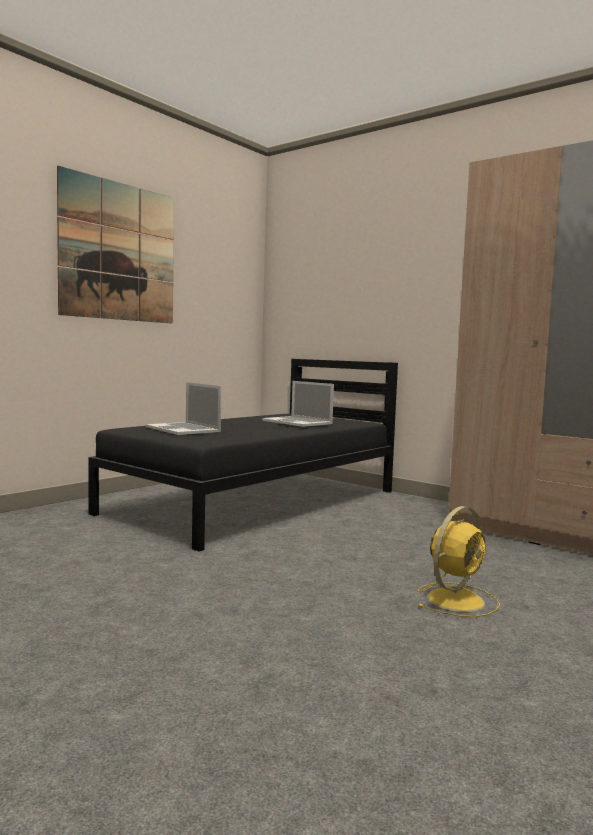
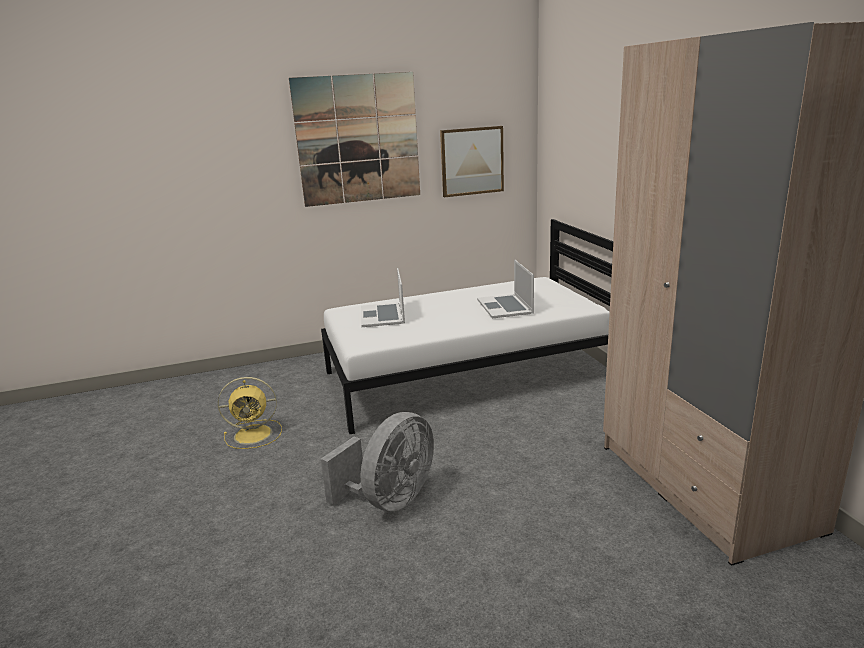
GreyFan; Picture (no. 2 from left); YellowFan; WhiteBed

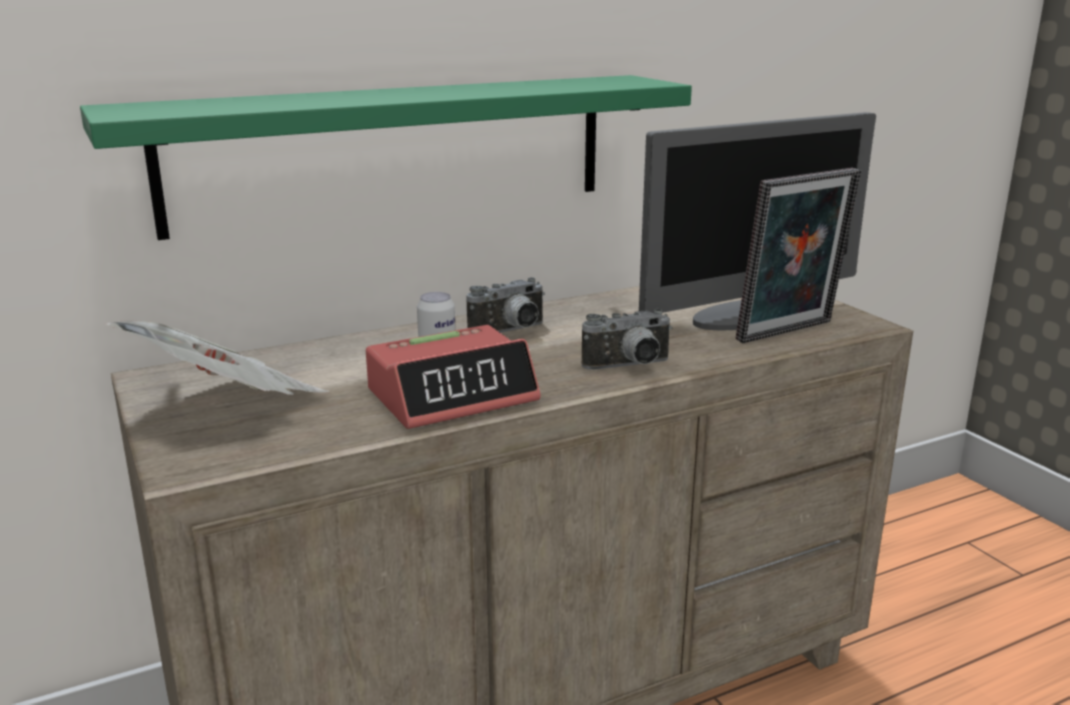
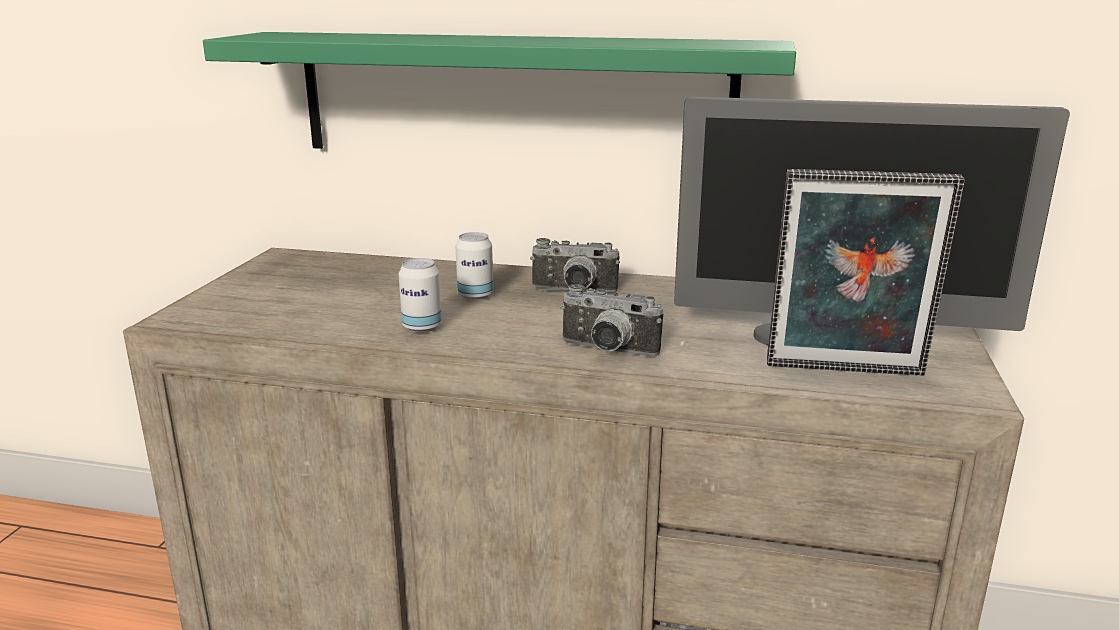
Newspaper; Can (no. 1 from left)

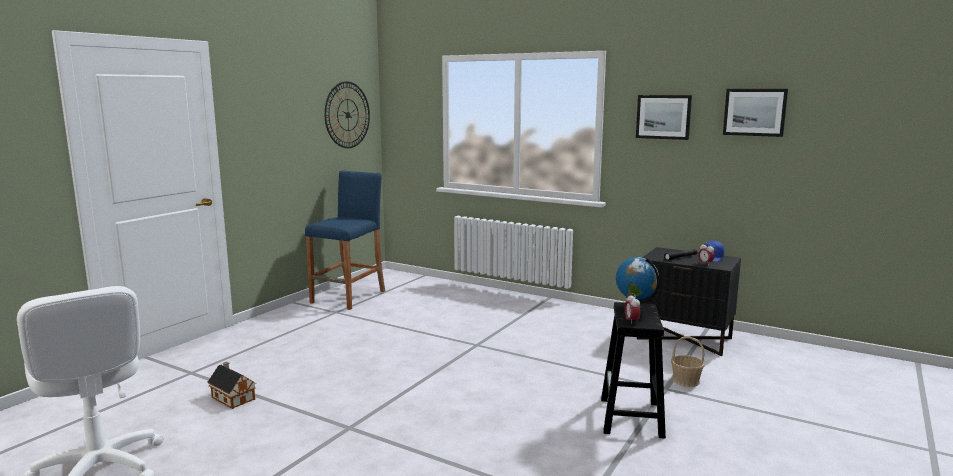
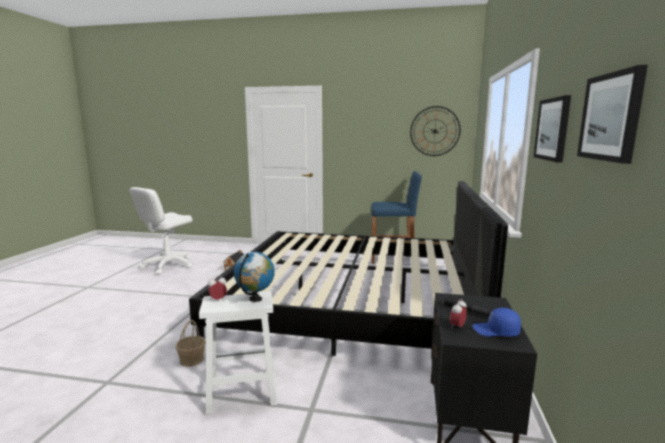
Bed; Basket; WhiteStool

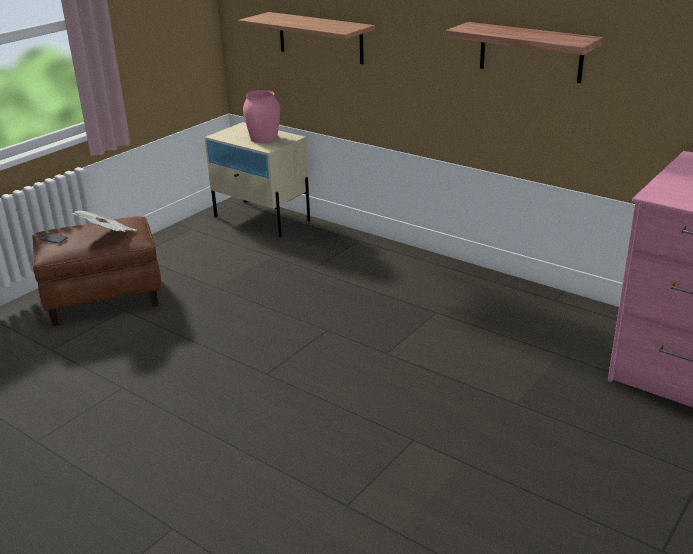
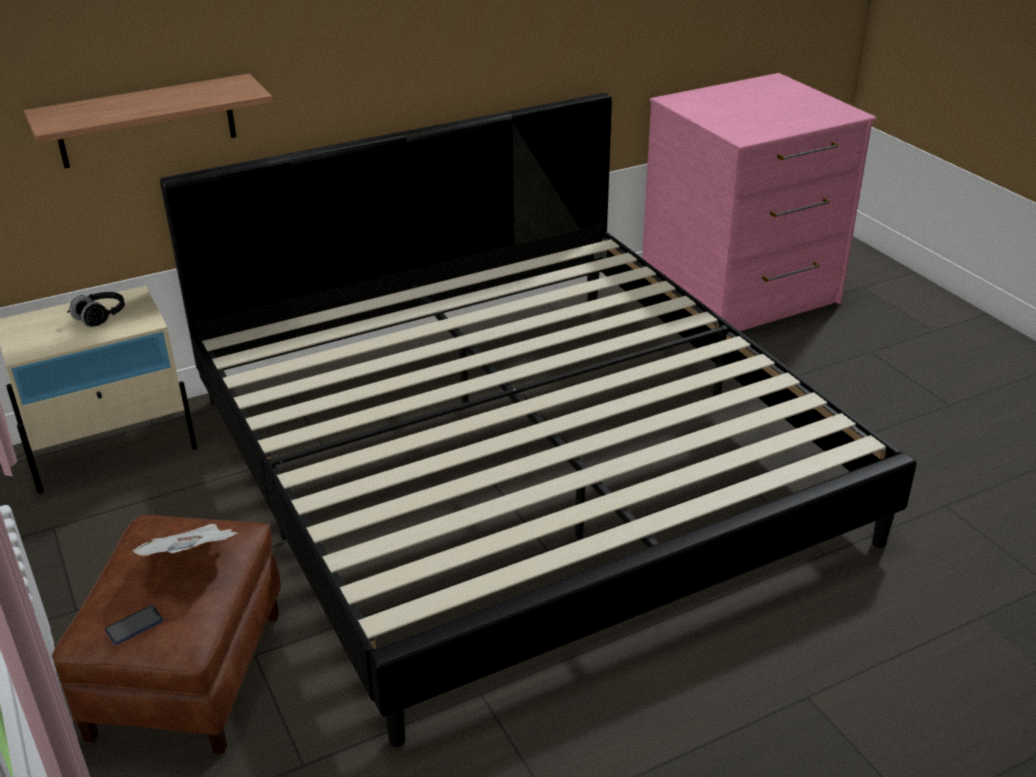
Shelf (no. 2 from left in the first image); Bed; BlackHeadphones

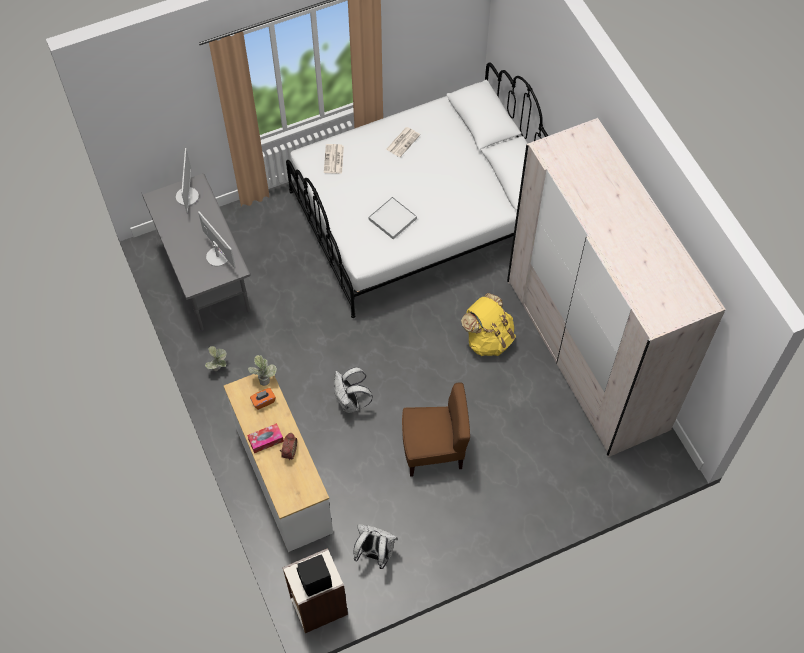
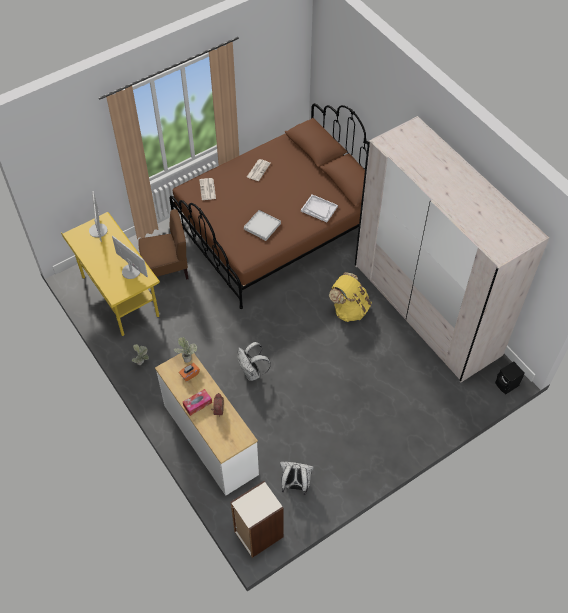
WhiteTray (no. 2 from left); BlackSpeaker; BrownChair; YellowDesk; BrownBed

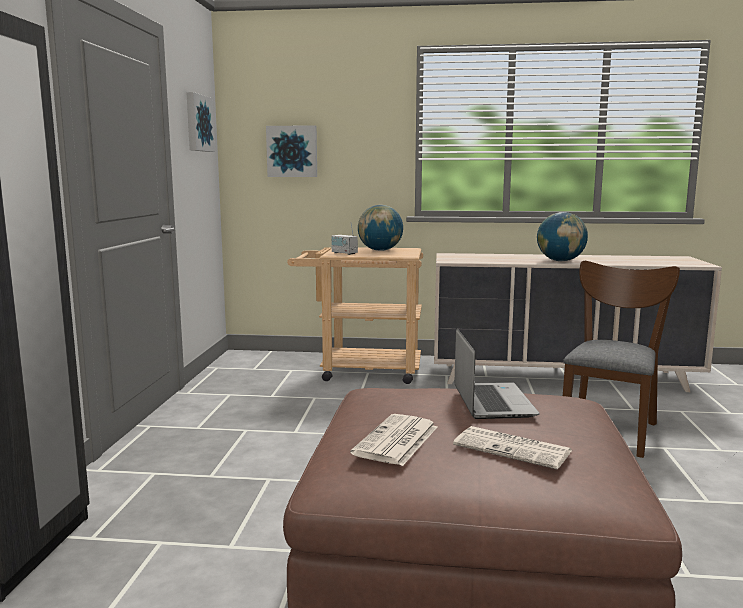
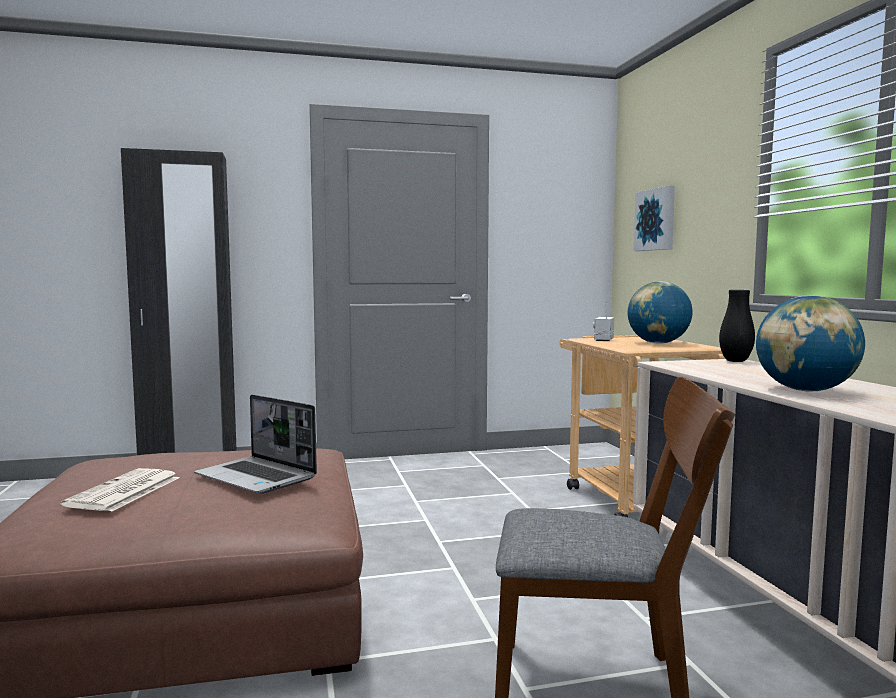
Picture (no. 1 from left in the first image); Newspaper (no. 1 from left in the first image); BlackVase; Laptop

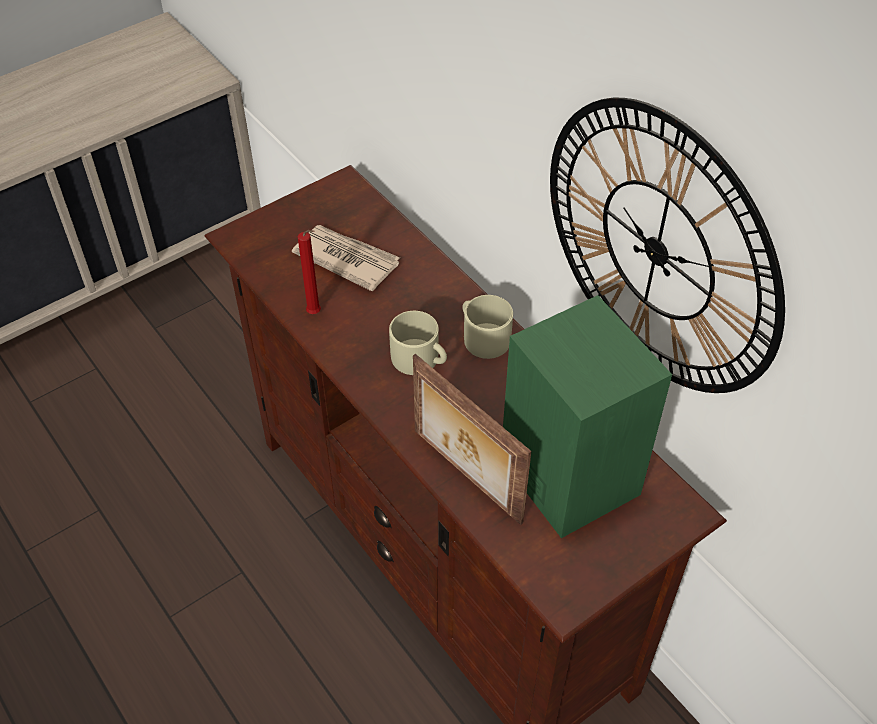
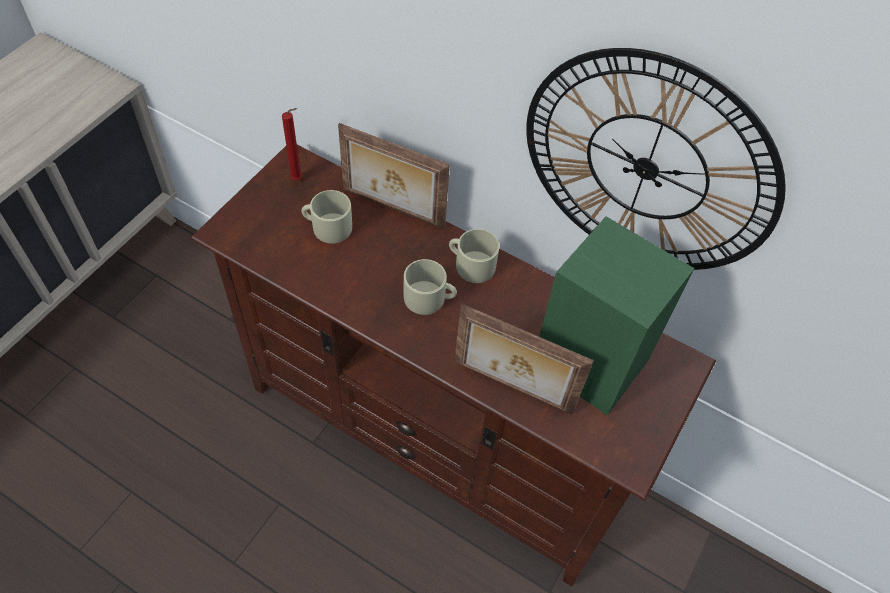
PictureFrame (no. 1 from left); RedCandle; BeigeMug (no. 1 from left)

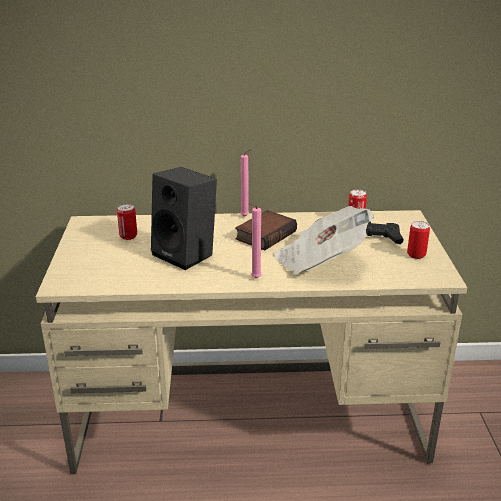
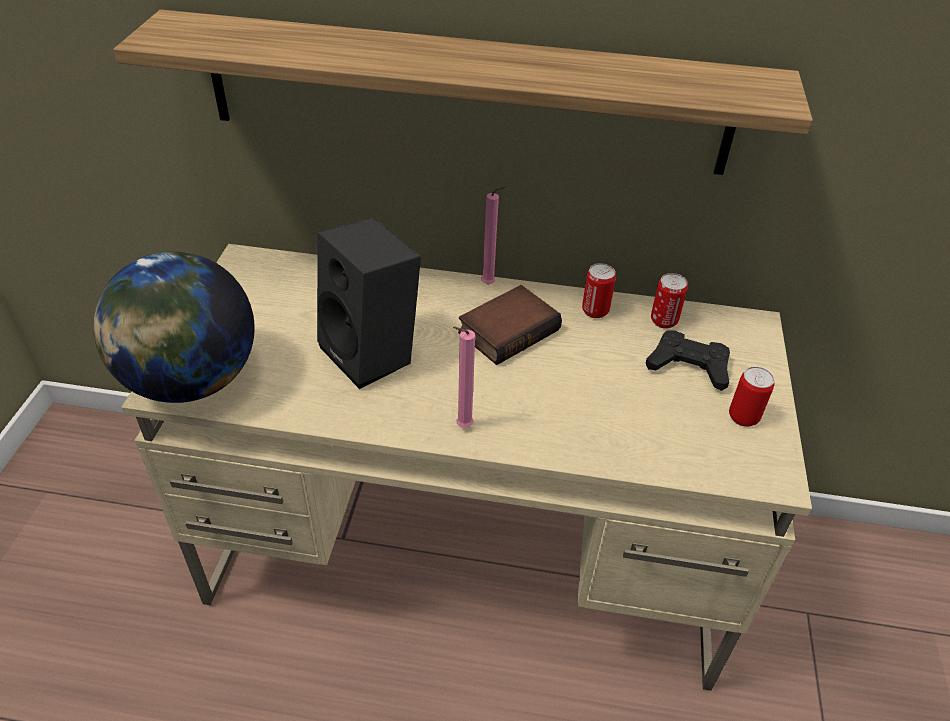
Newspaper; Globe; Shelf; Can (no. 1 from left)

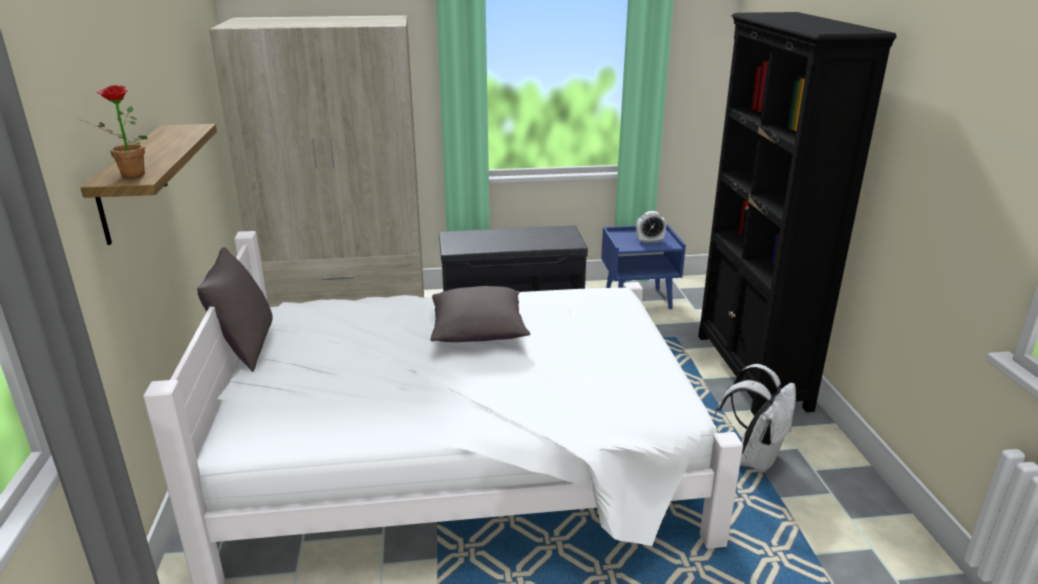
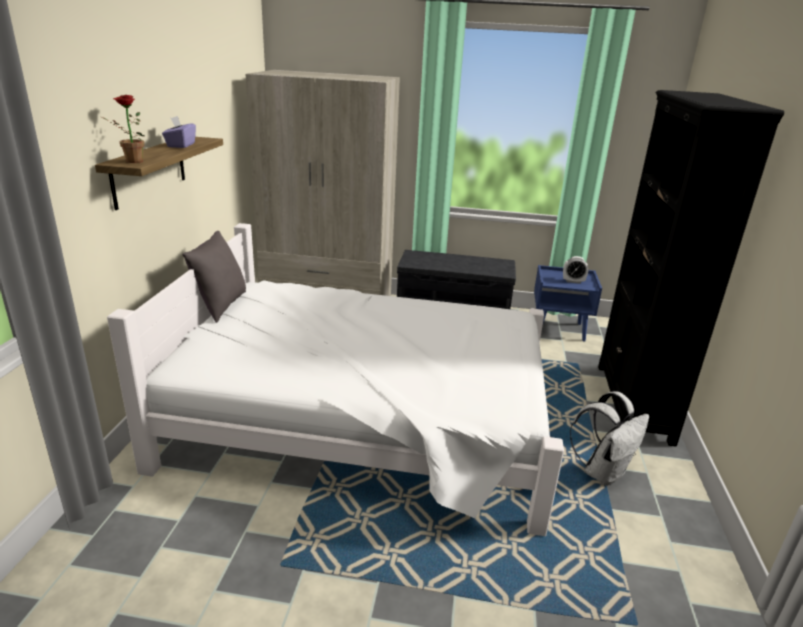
GreyPillow (no. 2 from left in the first image); PurpleTissueBox

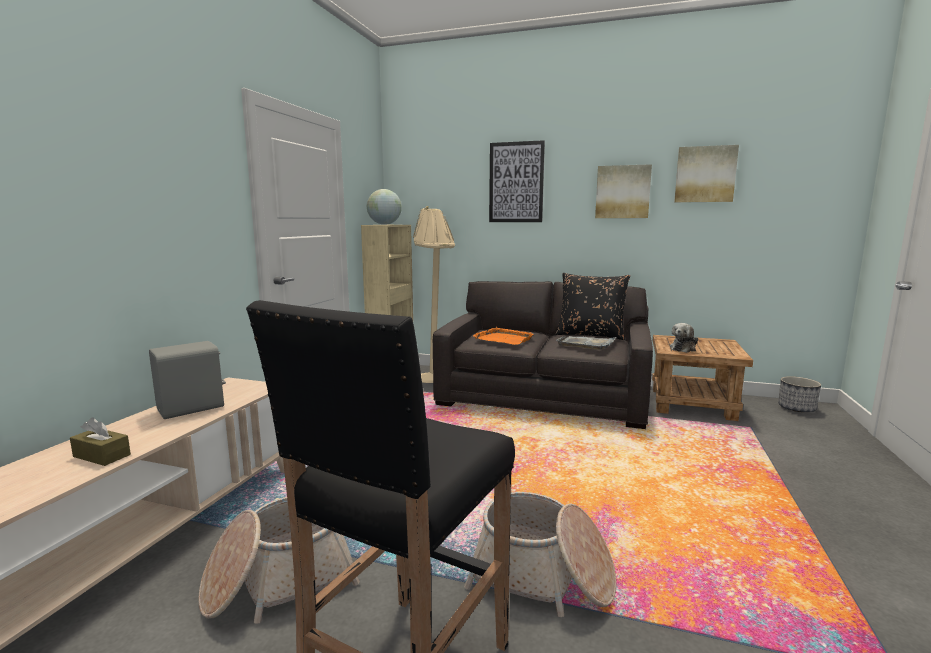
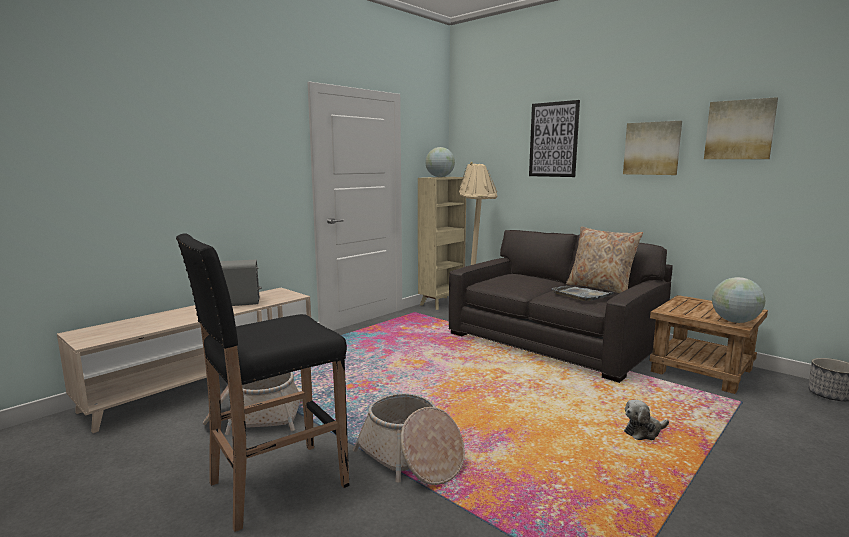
BrownTissueBox; OrangeTray; Globe (no. 2 from left); PlushToy; BeigePillow

